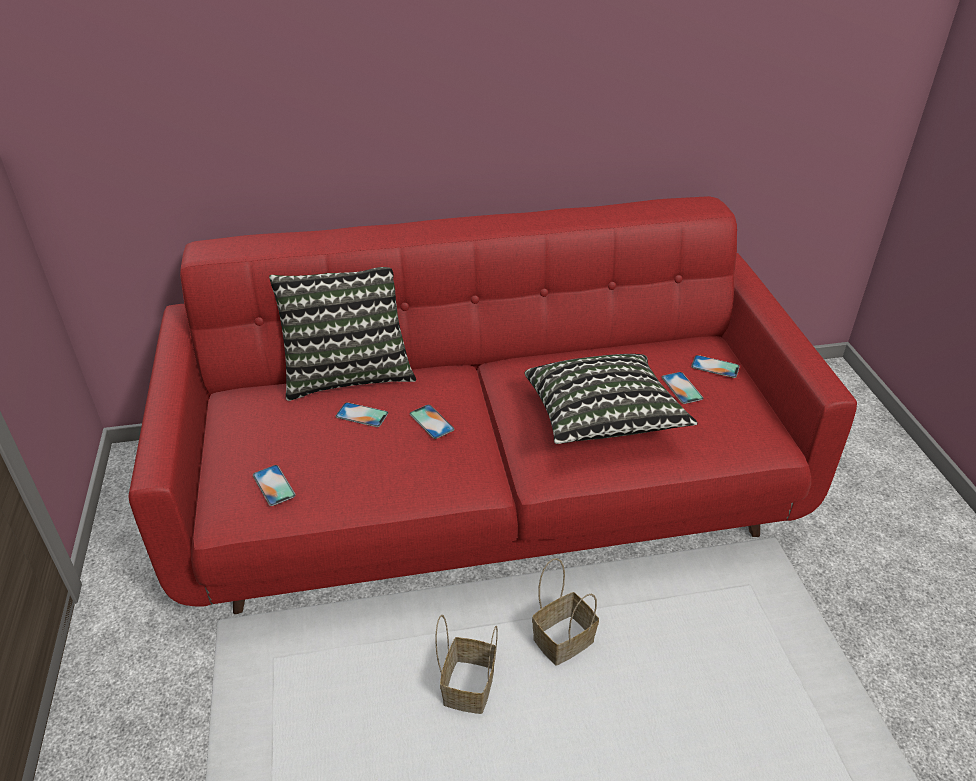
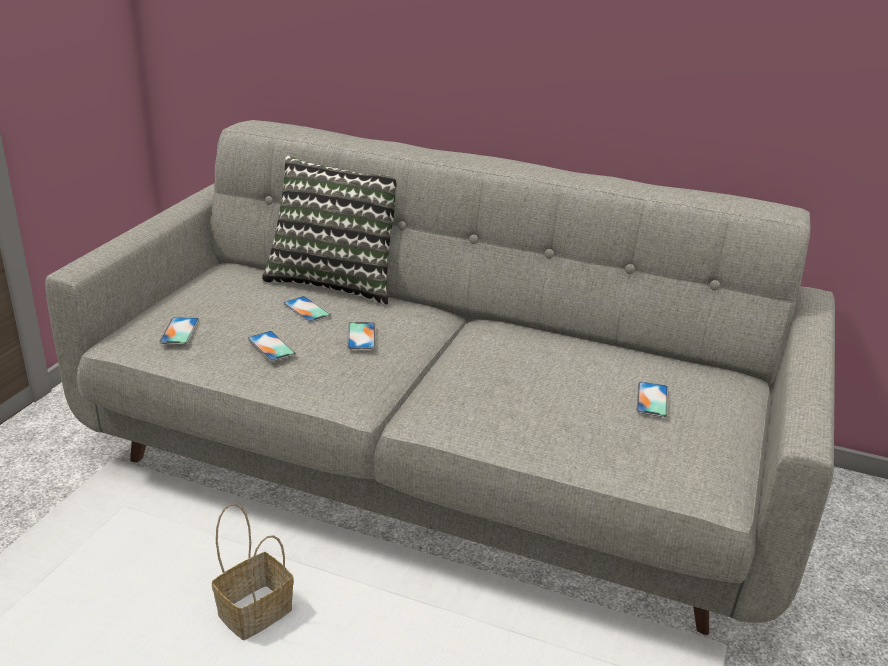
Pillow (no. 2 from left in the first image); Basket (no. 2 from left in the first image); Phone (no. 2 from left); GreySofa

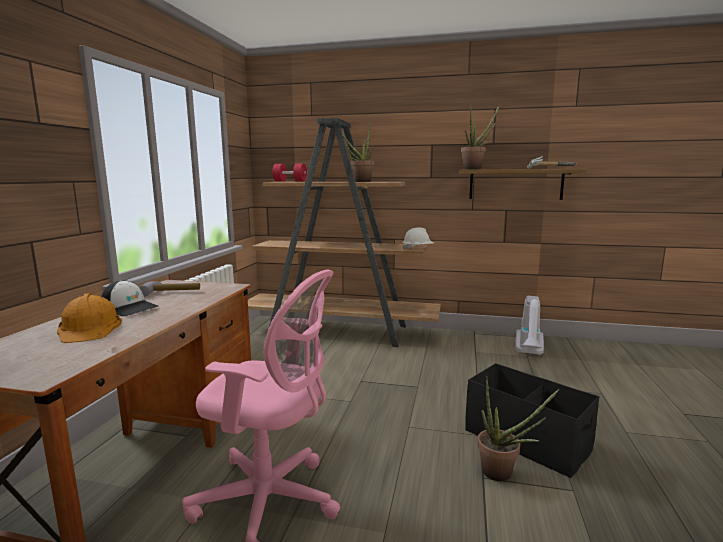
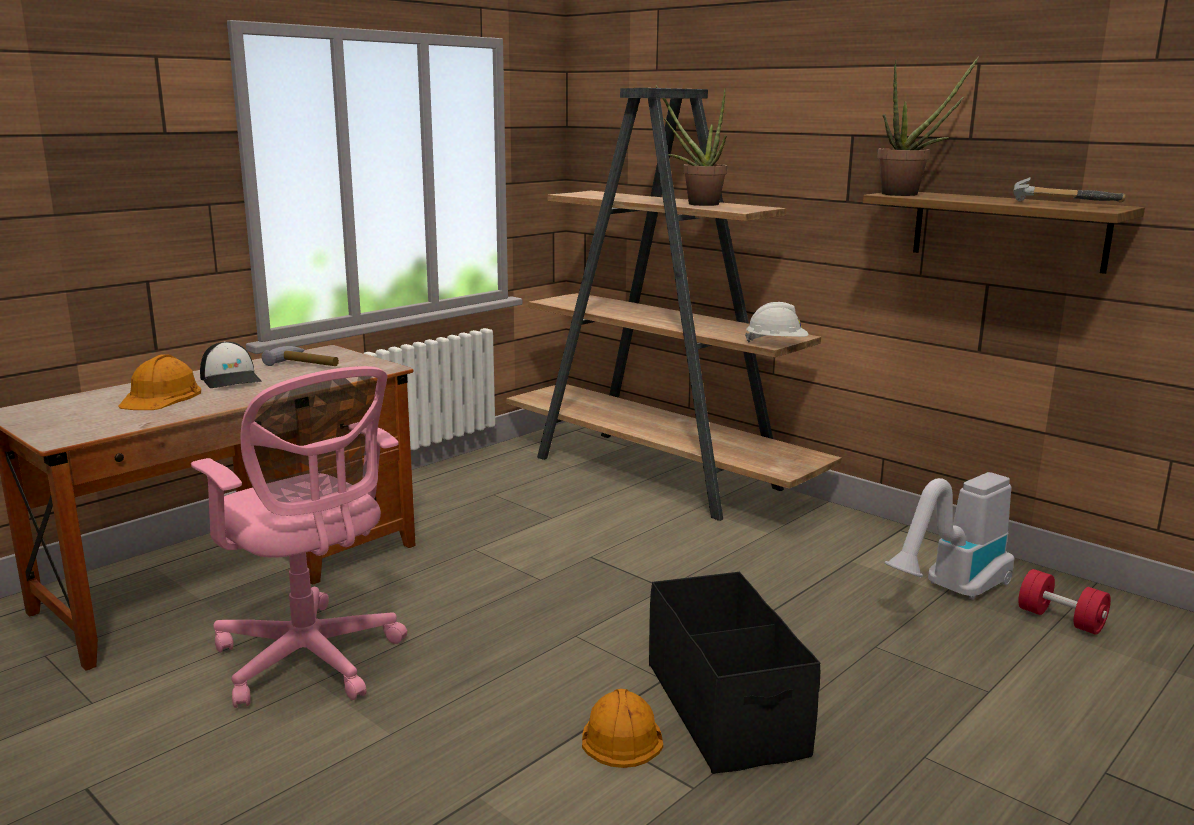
RedDumbbell; OrangeHardHat (no. 2 from left)

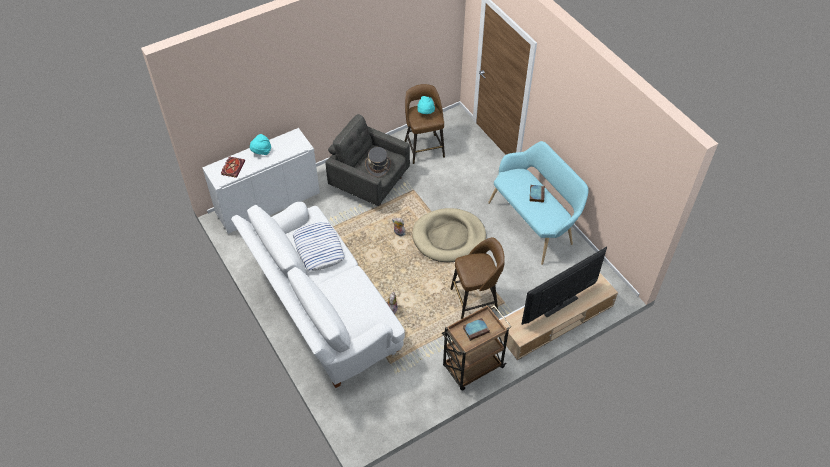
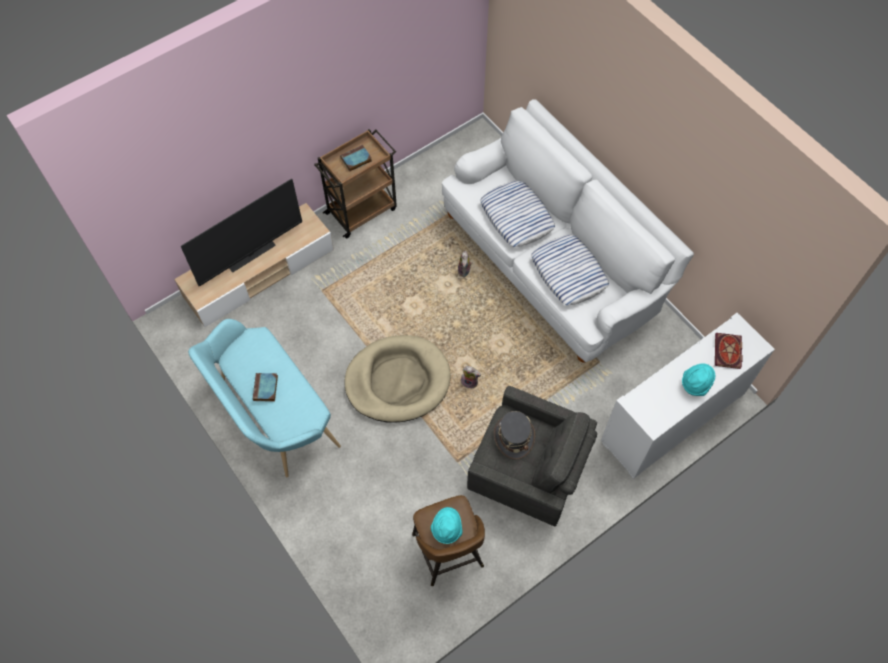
BrownStool (no. 2 from left in the first image); Pillow (no. 1 from left)

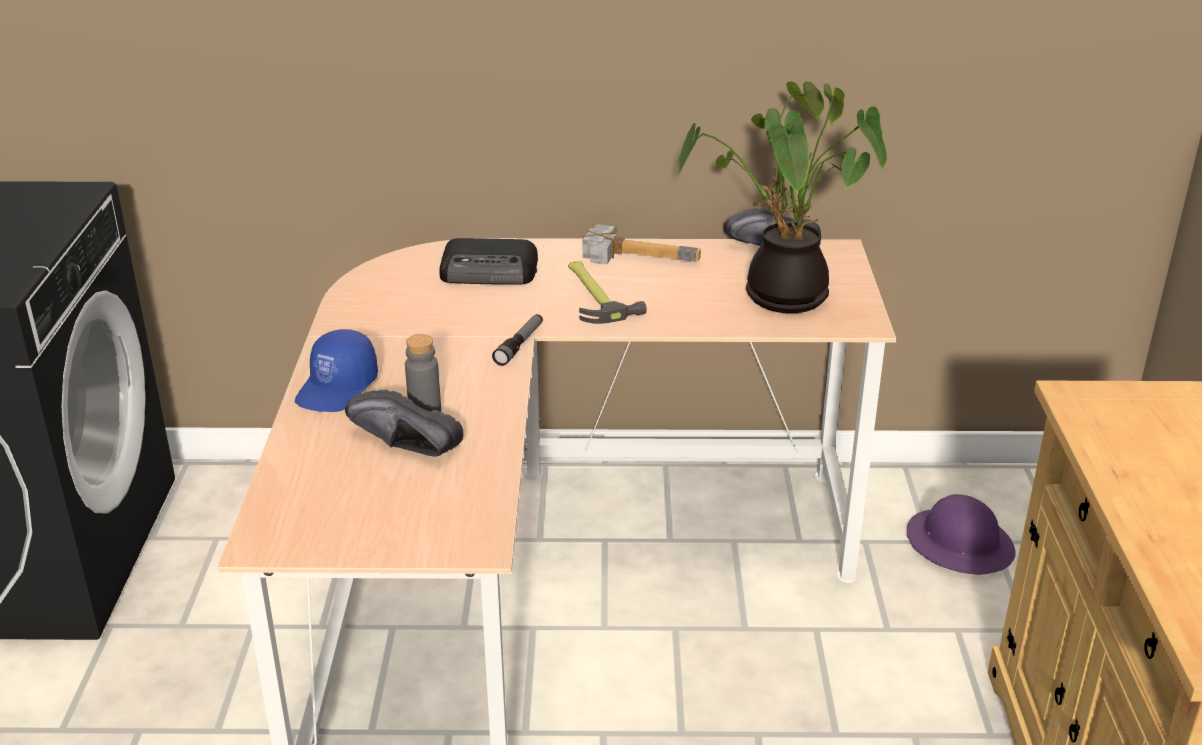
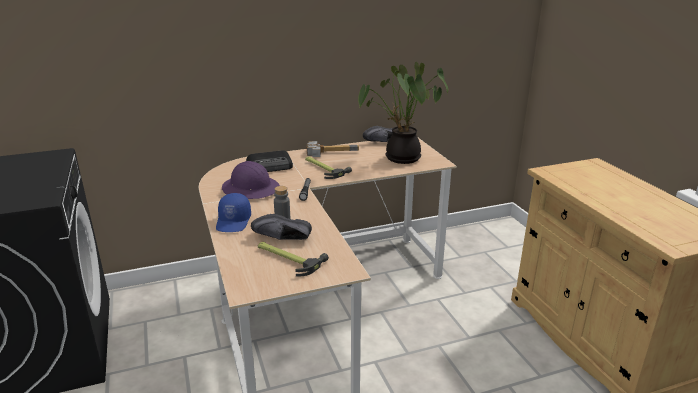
Hammer (no. 1 from left); PurpleHardHat

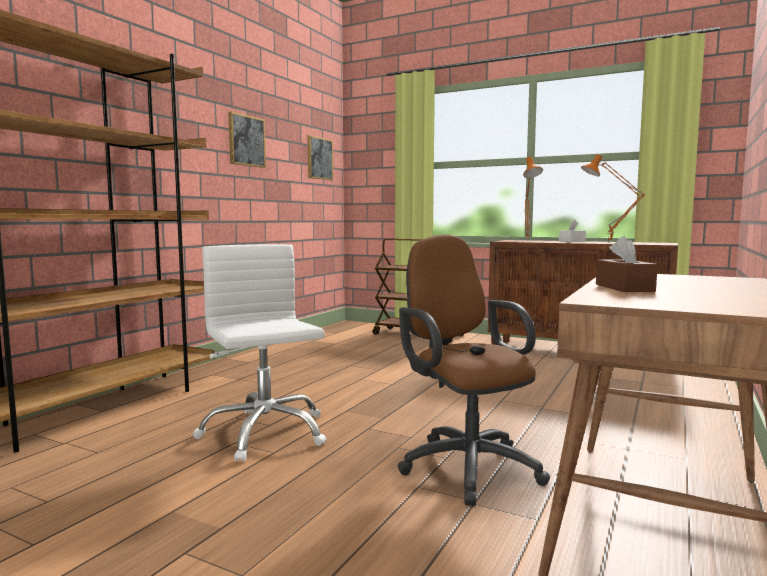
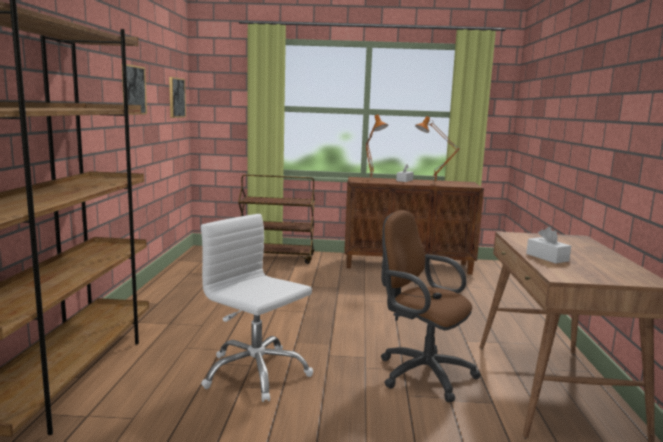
WhiteTissueBox (no. 2 from left)

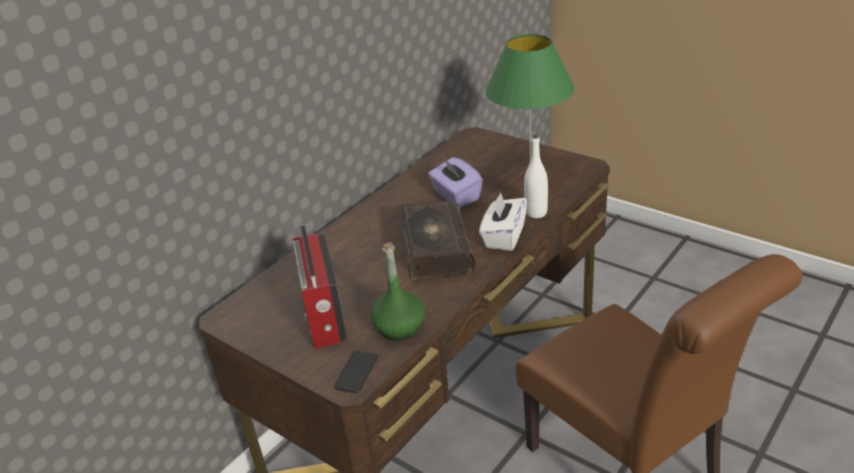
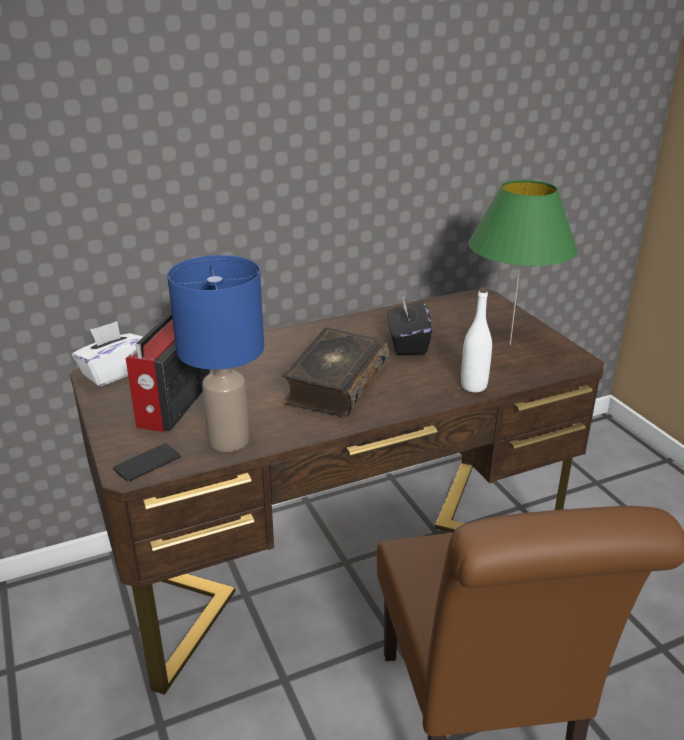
WhiteTissueBox; BlueTableLamp; BlackTissueBox

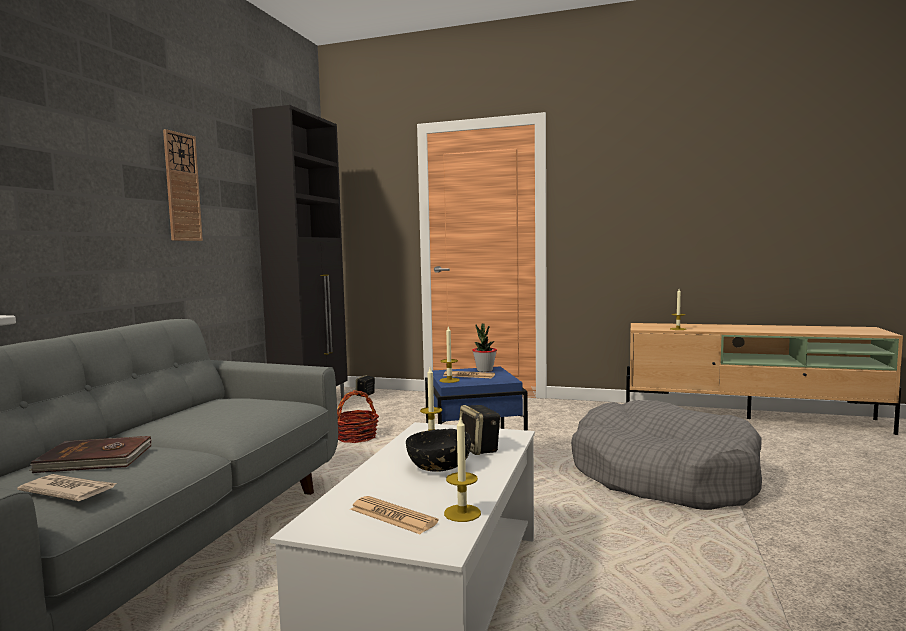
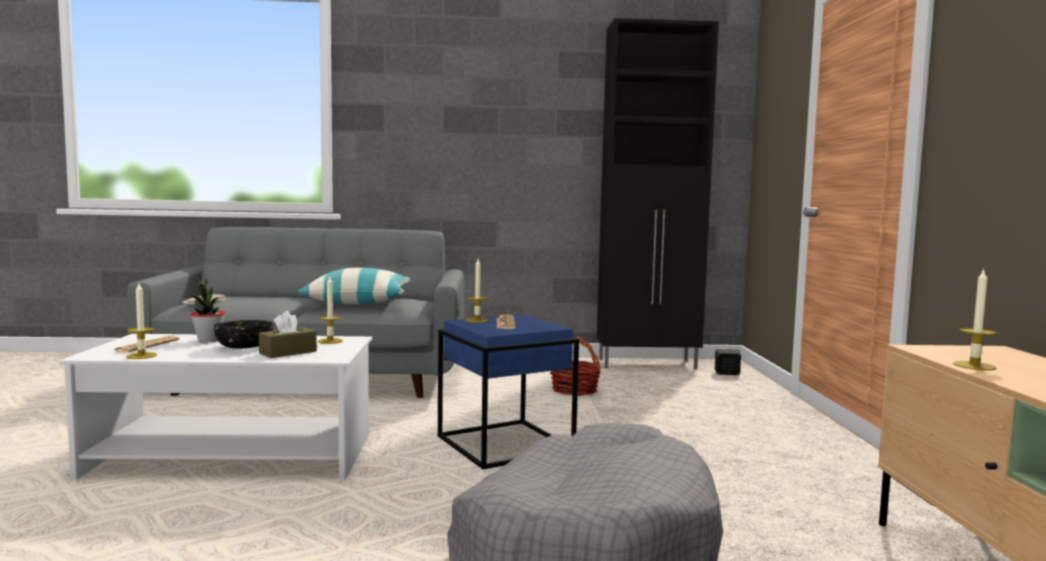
BrownBook; WallClock; Pillow; PottedPlant; BrownTissueBox

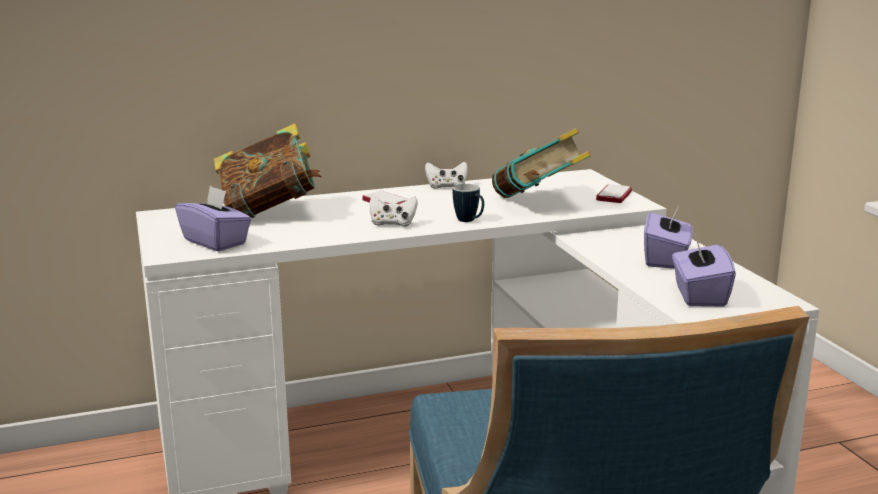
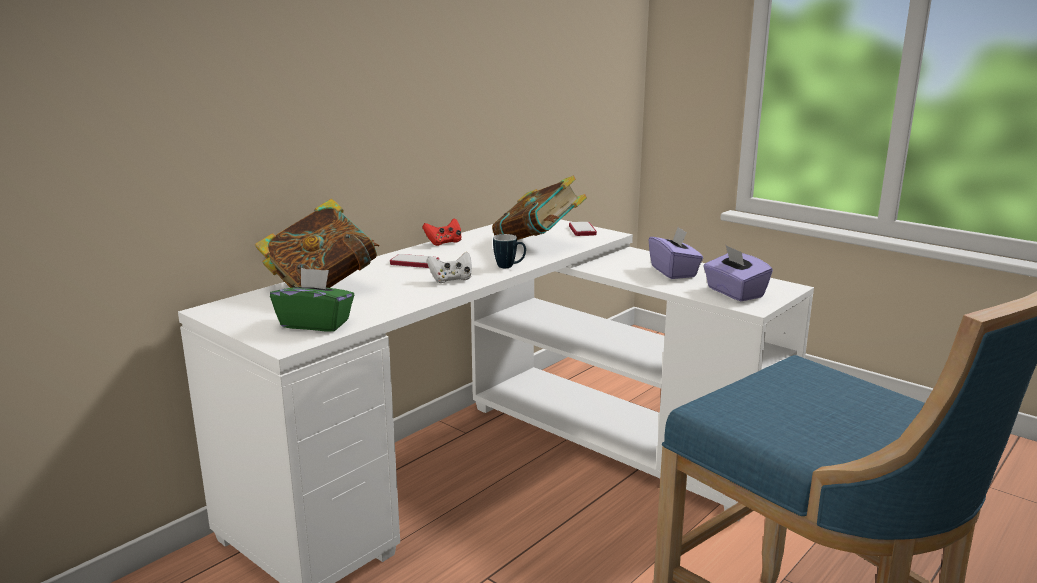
GreenTissueBox; RedGameController

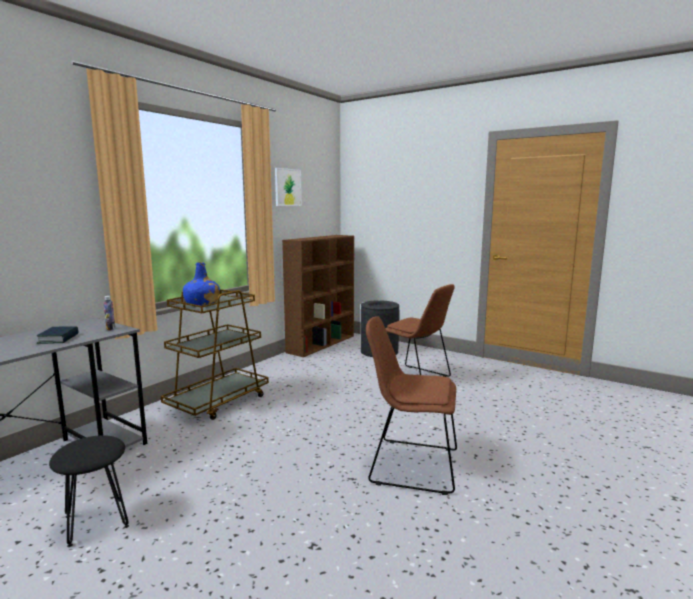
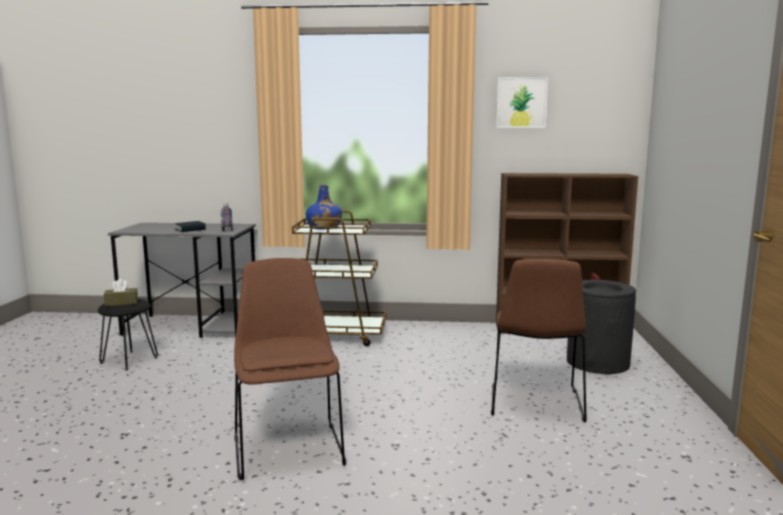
BrownTissueBox

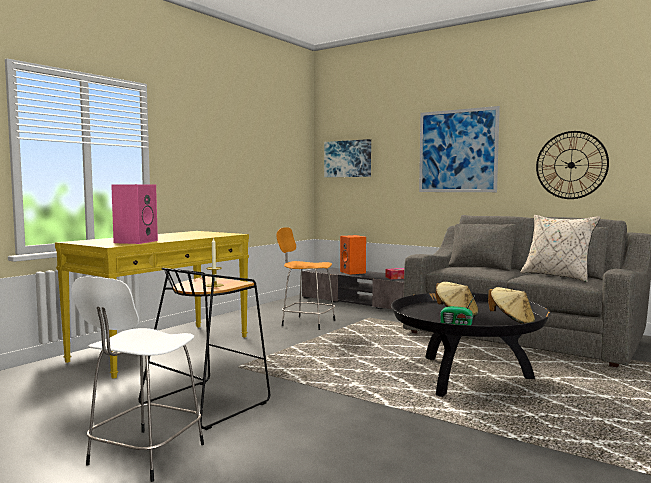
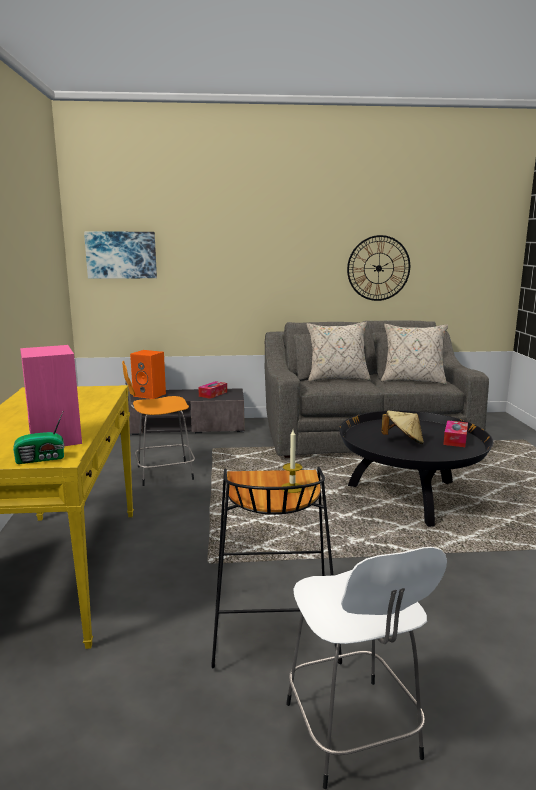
Picture (no. 2 from left in the first image); BeigePillow (no. 1 from left); Radio; TissueBox (no. 2 from left)

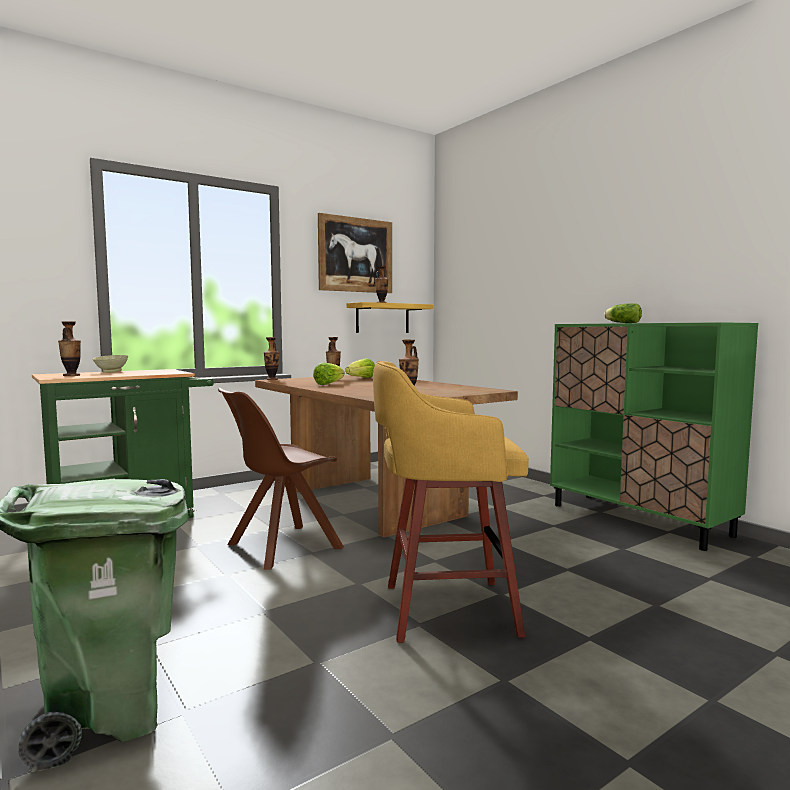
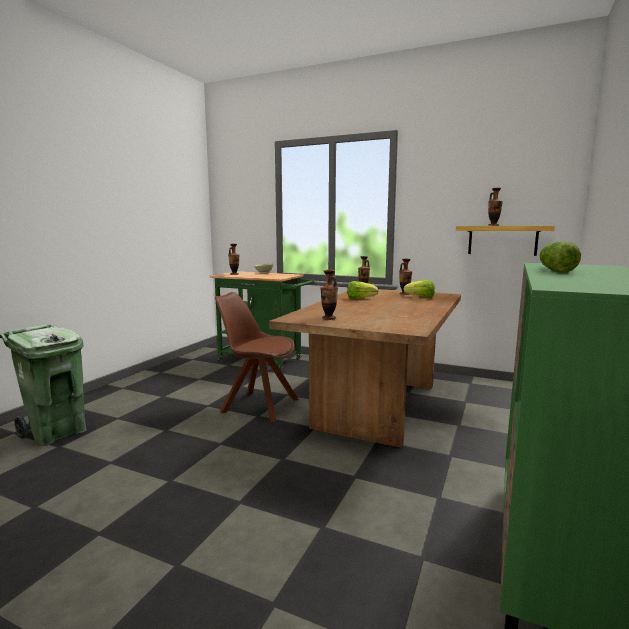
Picture; YellowStool

